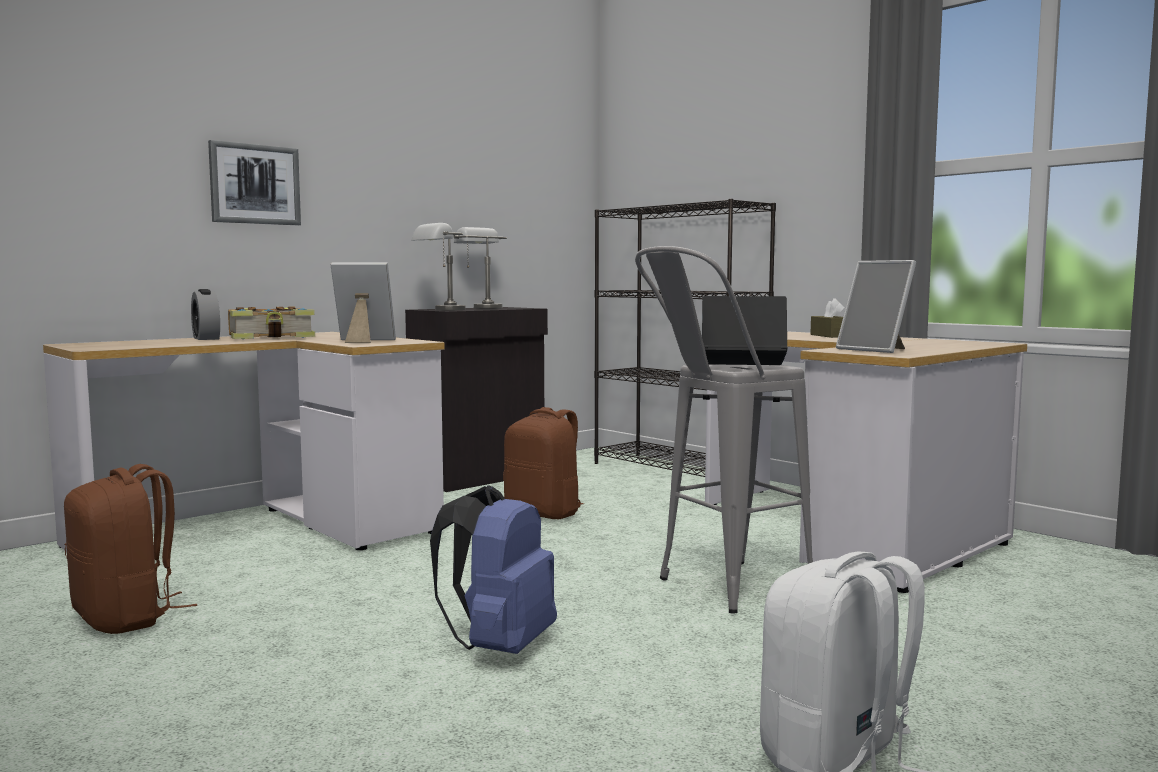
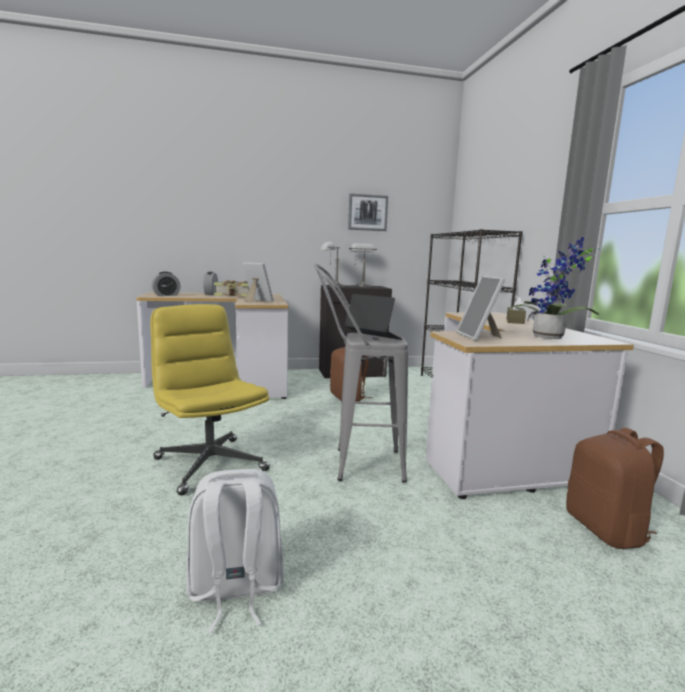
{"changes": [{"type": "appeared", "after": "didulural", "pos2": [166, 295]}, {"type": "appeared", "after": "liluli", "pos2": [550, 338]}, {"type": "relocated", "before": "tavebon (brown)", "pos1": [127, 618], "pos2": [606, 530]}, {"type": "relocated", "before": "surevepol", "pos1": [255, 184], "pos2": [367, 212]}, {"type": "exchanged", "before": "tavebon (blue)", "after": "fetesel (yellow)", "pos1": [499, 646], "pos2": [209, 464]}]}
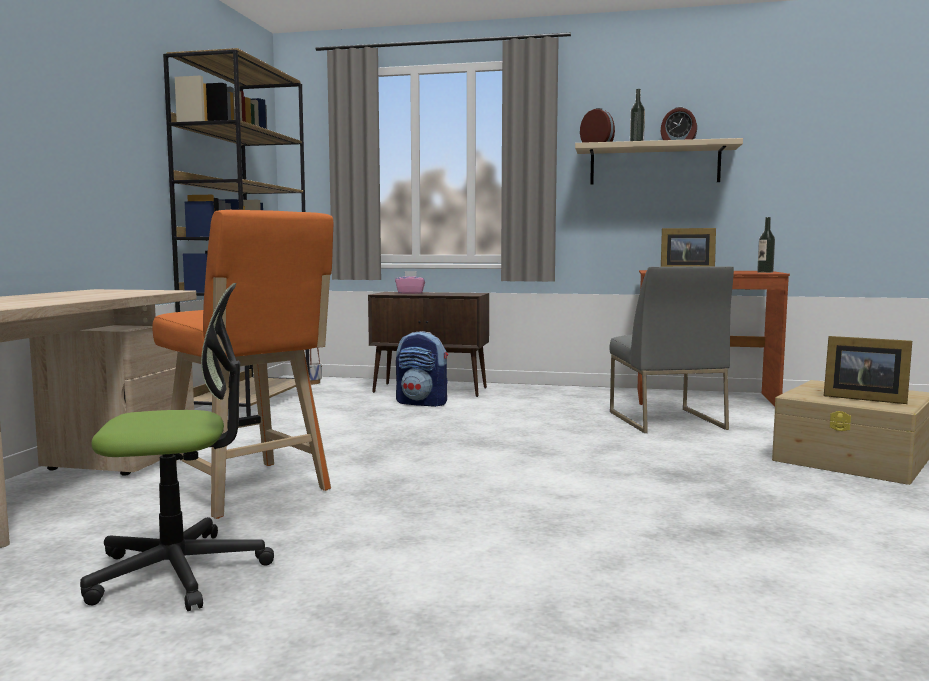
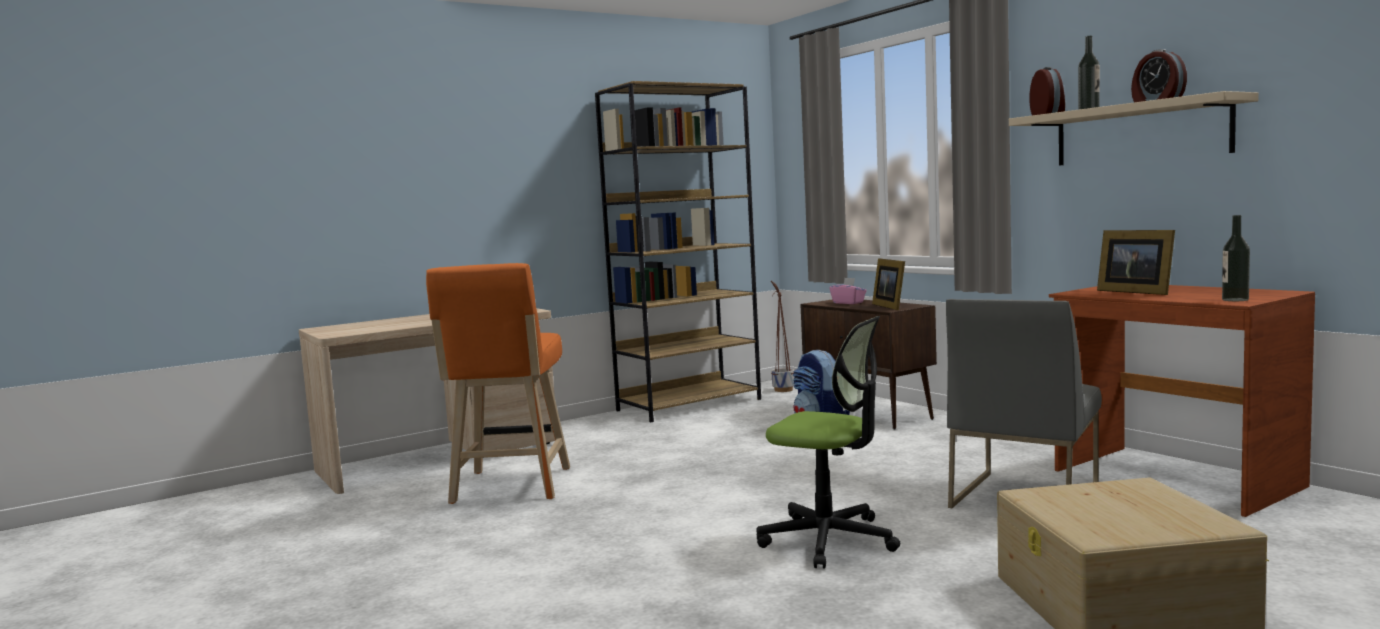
{"changes": [{"type": "relocated", "before": "fetesel", "pos1": [179, 571], "pos2": [829, 540]}, {"type": "relocated", "before": "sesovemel", "pos1": [862, 398], "pos2": [891, 306]}]}
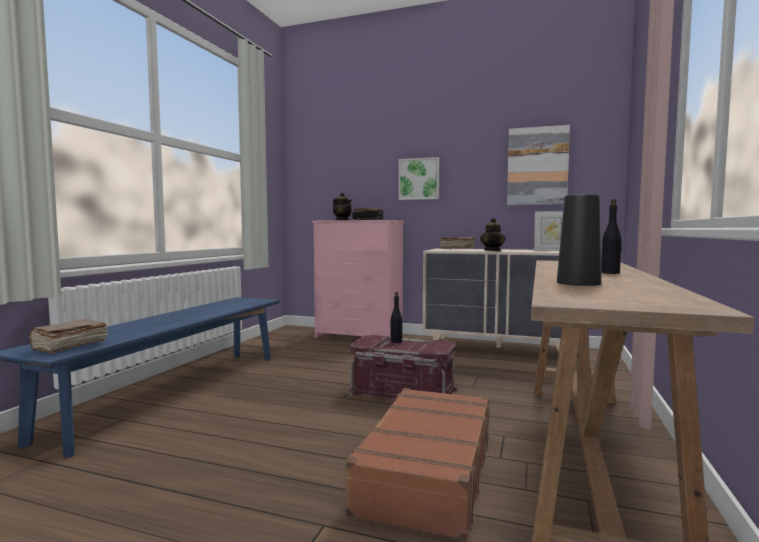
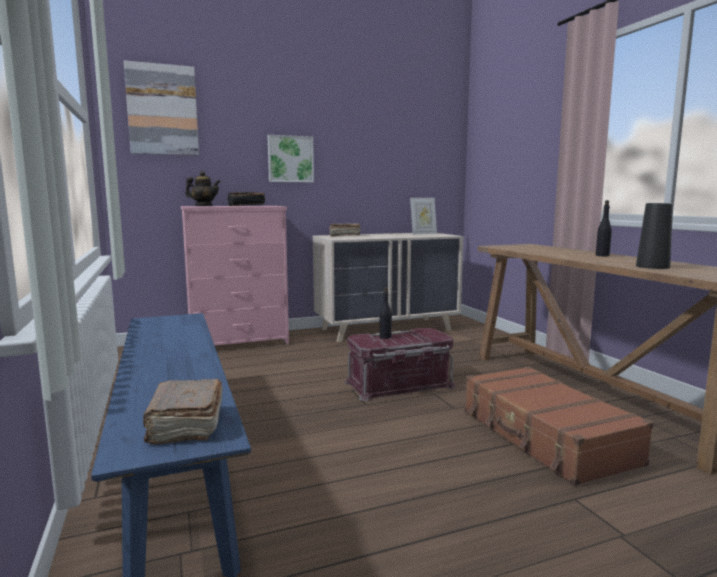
{"changes": [{"type": "missing", "before": "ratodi", "pos1": [492, 251]}, {"type": "relocated", "before": "surevepol", "pos1": [537, 166], "pos2": [162, 110]}]}
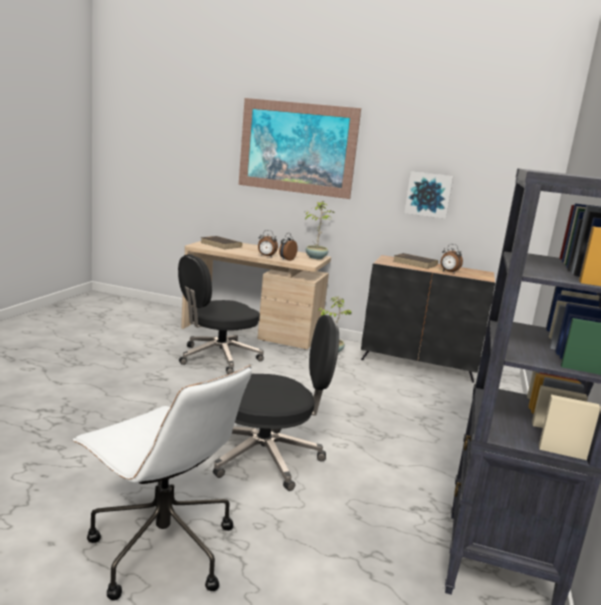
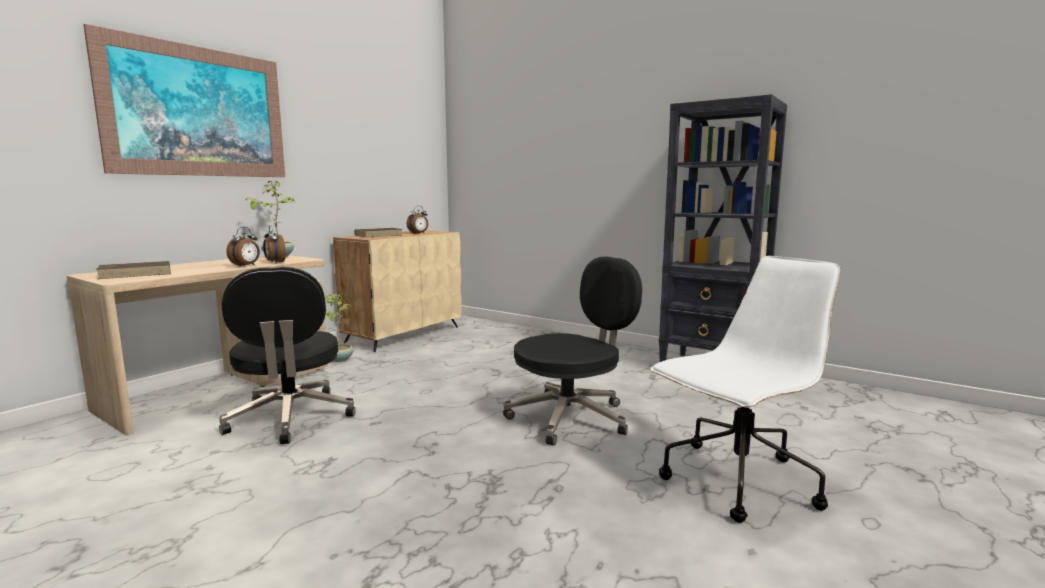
{"changes": [{"type": "missing", "before": "surevepol", "pos1": [428, 194]}, {"type": "colour", "before": "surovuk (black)", "after": "surovuk (beige)", "pos1": [419, 363], "pos2": [404, 334]}, {"type": "spun", "before": "fetesel (black)", "pos1": [268, 457], "pos2": [571, 417], "turn": 45}]}
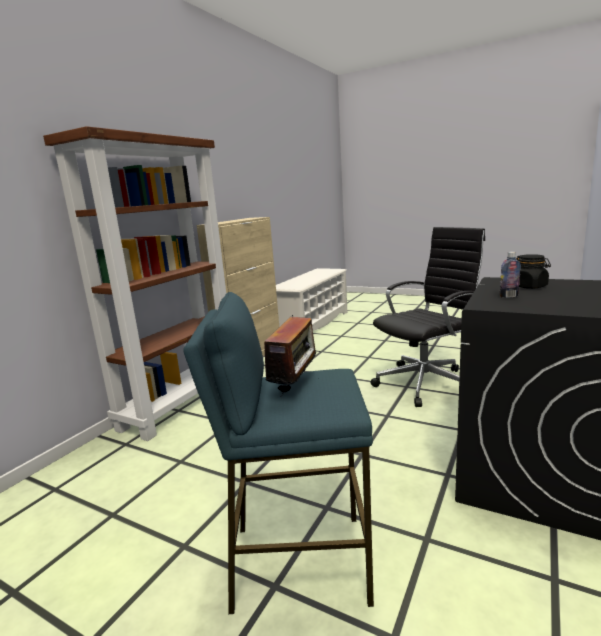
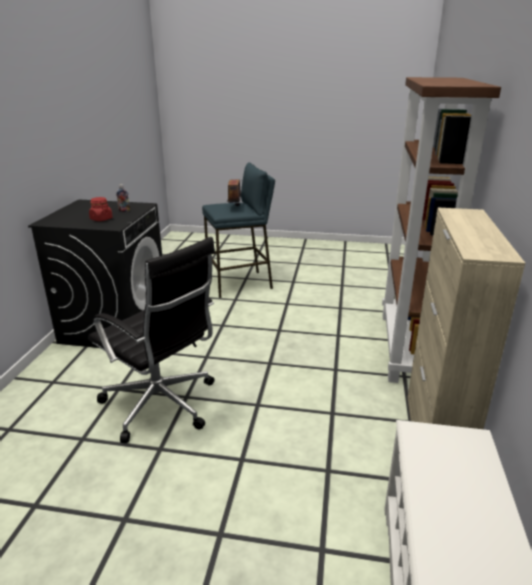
{"changes": [{"type": "colour", "before": "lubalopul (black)", "after": "lubalopul (red)", "pos1": [529, 286], "pos2": [101, 219]}, {"type": "spun", "before": "fetesel (black)", "pos1": [426, 383], "pos2": [161, 405], "turn": -90}]}
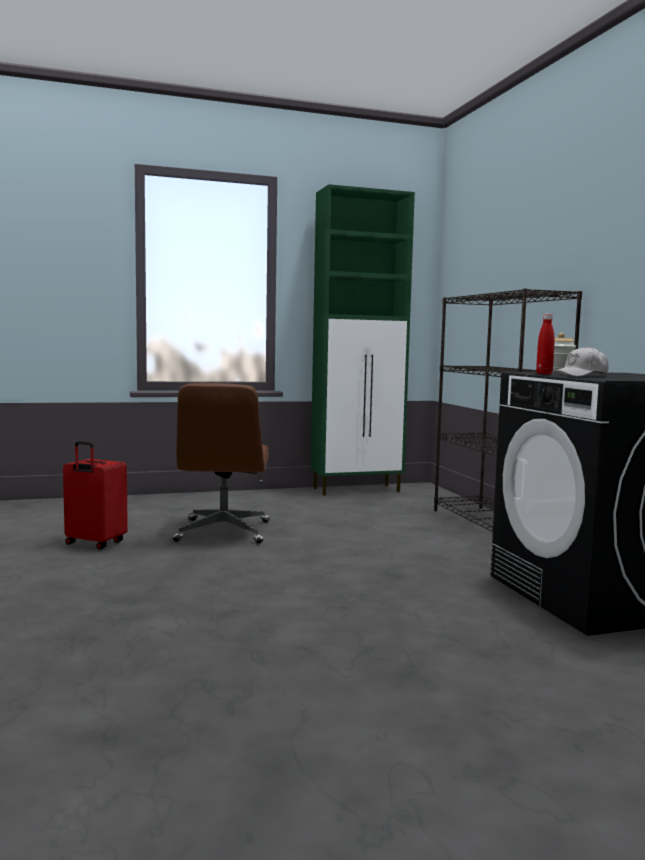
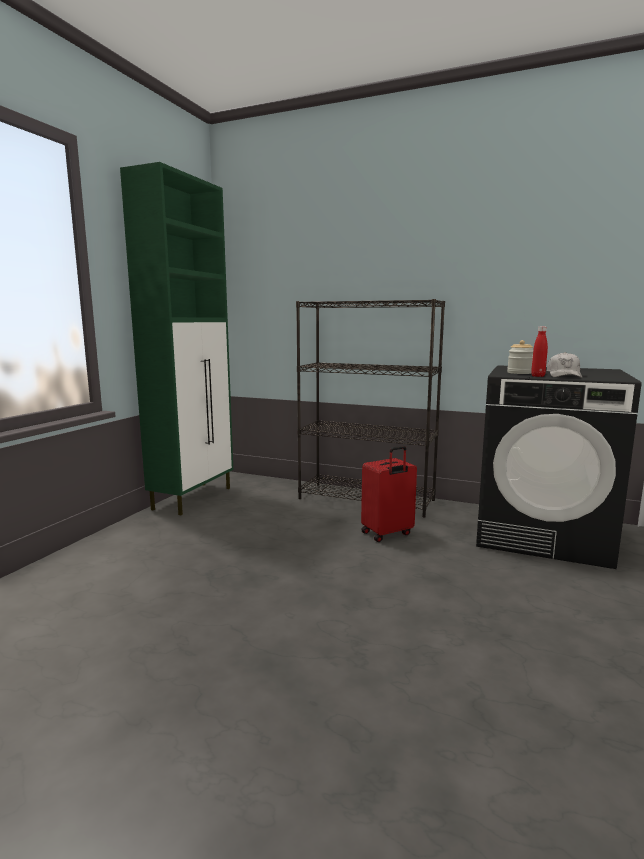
{"changes": [{"type": "missing", "before": "fetesel (brown)", "pos1": [223, 532]}, {"type": "relocated", "before": "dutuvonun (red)", "pos1": [94, 543], "pos2": [387, 534]}]}
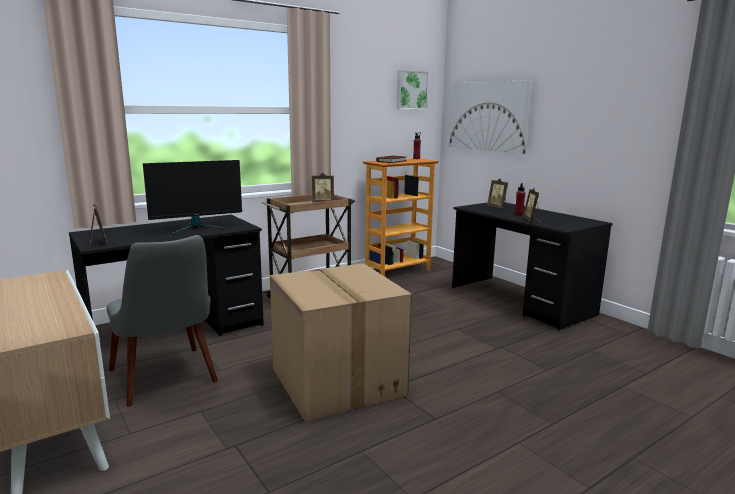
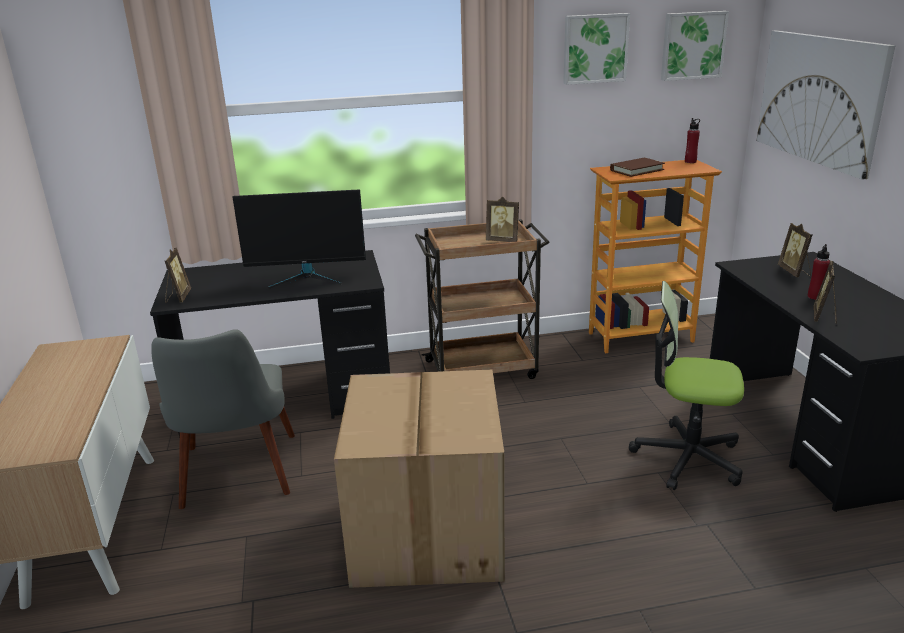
{"changes": [{"type": "appeared", "after": "surevepol", "pos2": [594, 48]}, {"type": "appeared", "after": "fetesel", "pos2": [687, 457]}]}
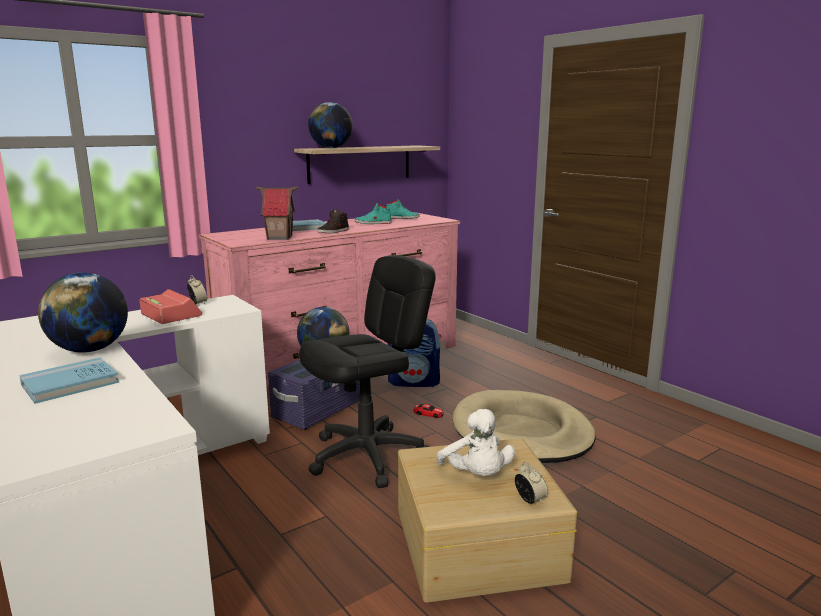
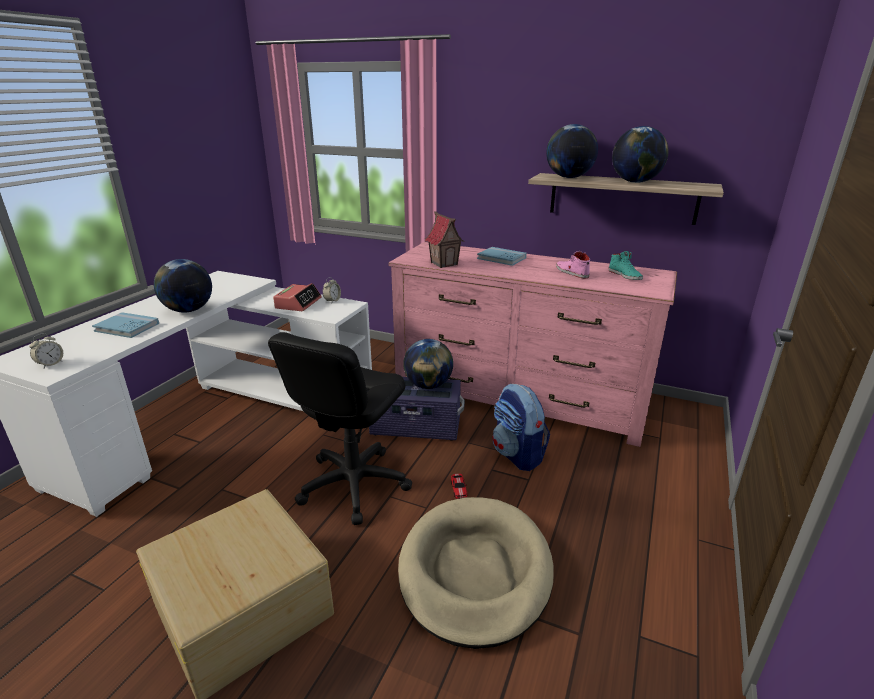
{"changes": [{"type": "missing", "before": "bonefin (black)", "pos1": [333, 231]}, {"type": "missing", "before": "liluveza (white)", "pos1": [476, 475]}, {"type": "appeared", "after": "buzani", "pos2": [635, 182]}, {"type": "relocated", "before": "didulural", "pos1": [529, 500], "pos2": [50, 364]}, {"type": "colour", "before": "bonefin (turquoise)", "after": "bonefin (pink)", "pos1": [373, 223], "pos2": [571, 272]}, {"type": "spun", "before": "fetesel (black)", "pos1": [367, 456], "pos2": [353, 484], "turn": 90}]}
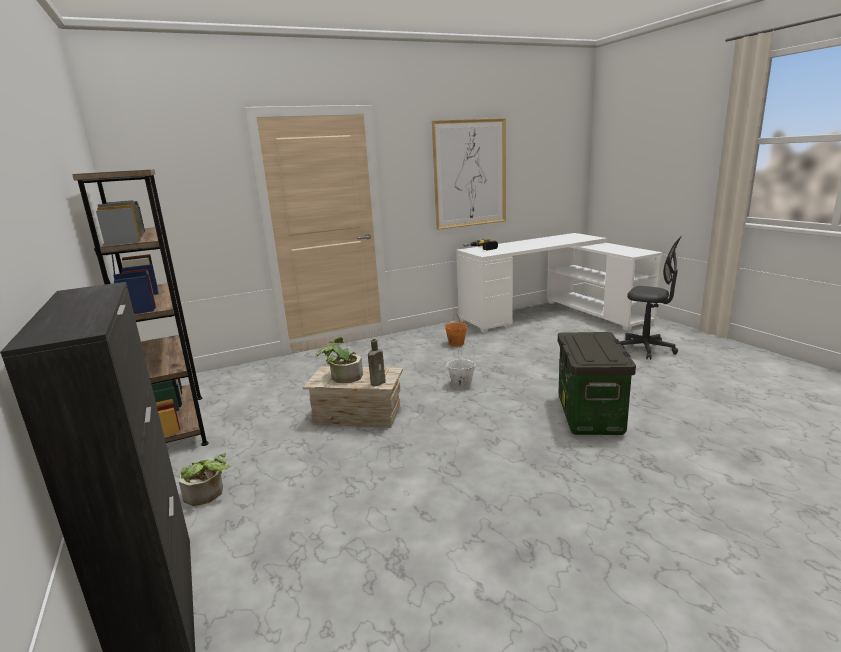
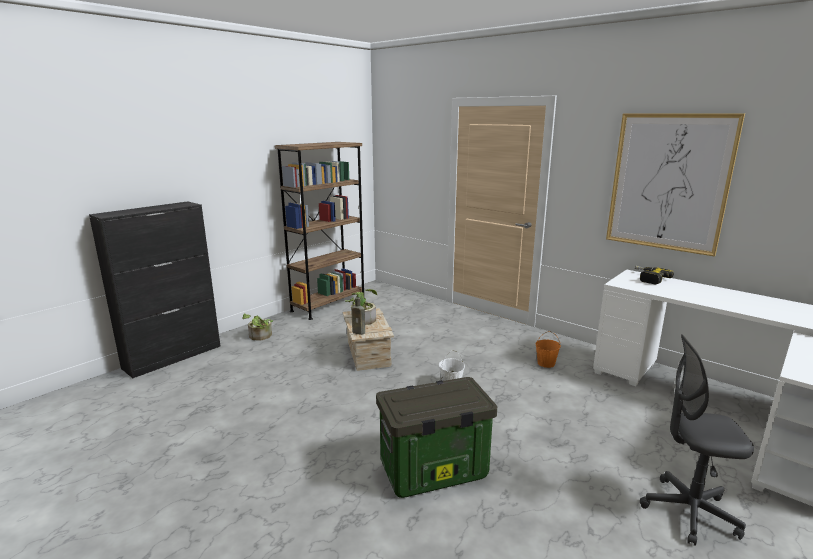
{"changes": [{"type": "spun", "before": "fetesel (grey)", "pos1": [646, 349], "pos2": [689, 512], "turn": 90}]}
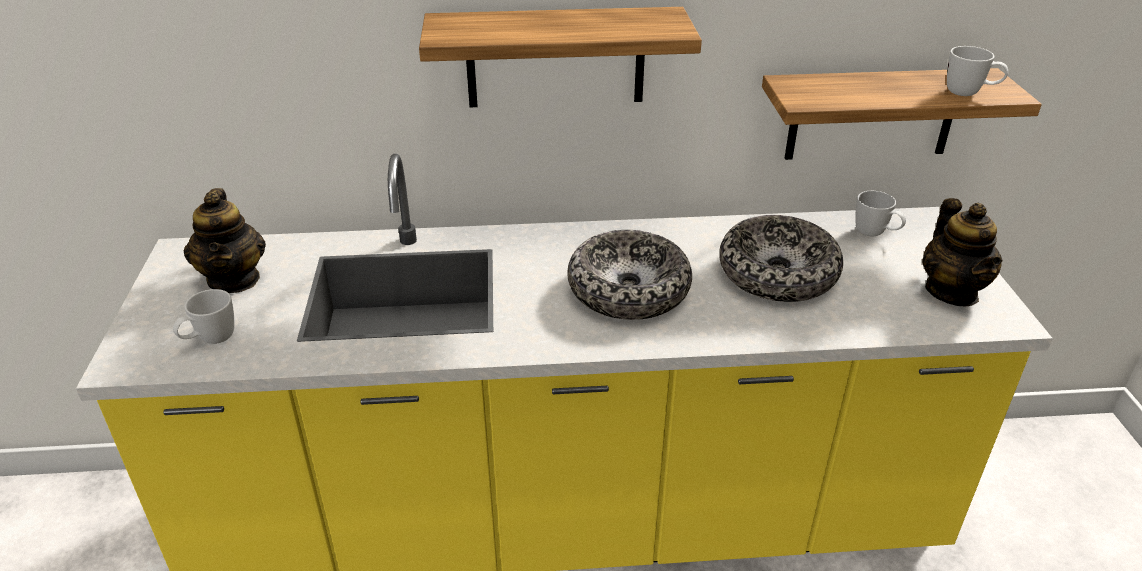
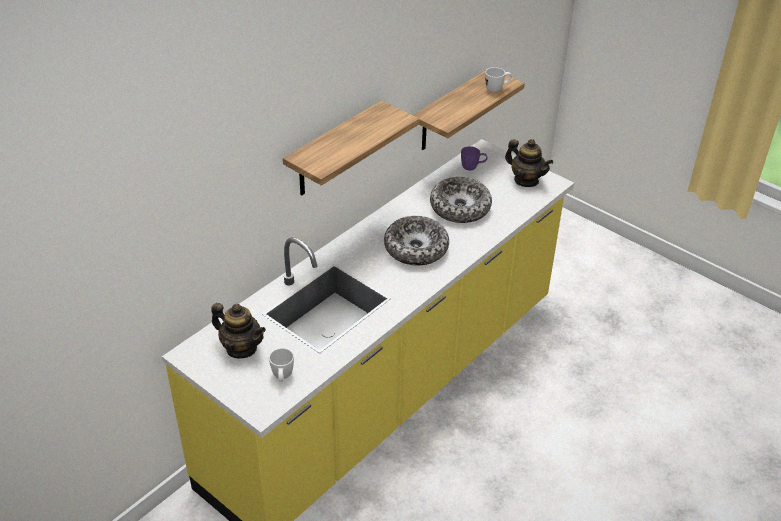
{"changes": [{"type": "colour", "before": "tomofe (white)", "after": "tomofe (purple)", "pos1": [875, 234], "pos2": [473, 167]}]}
